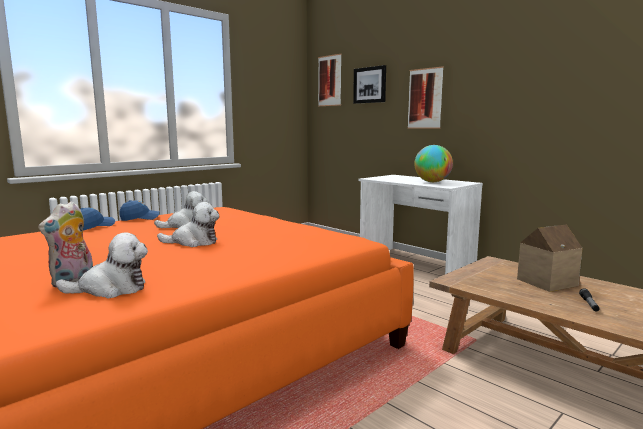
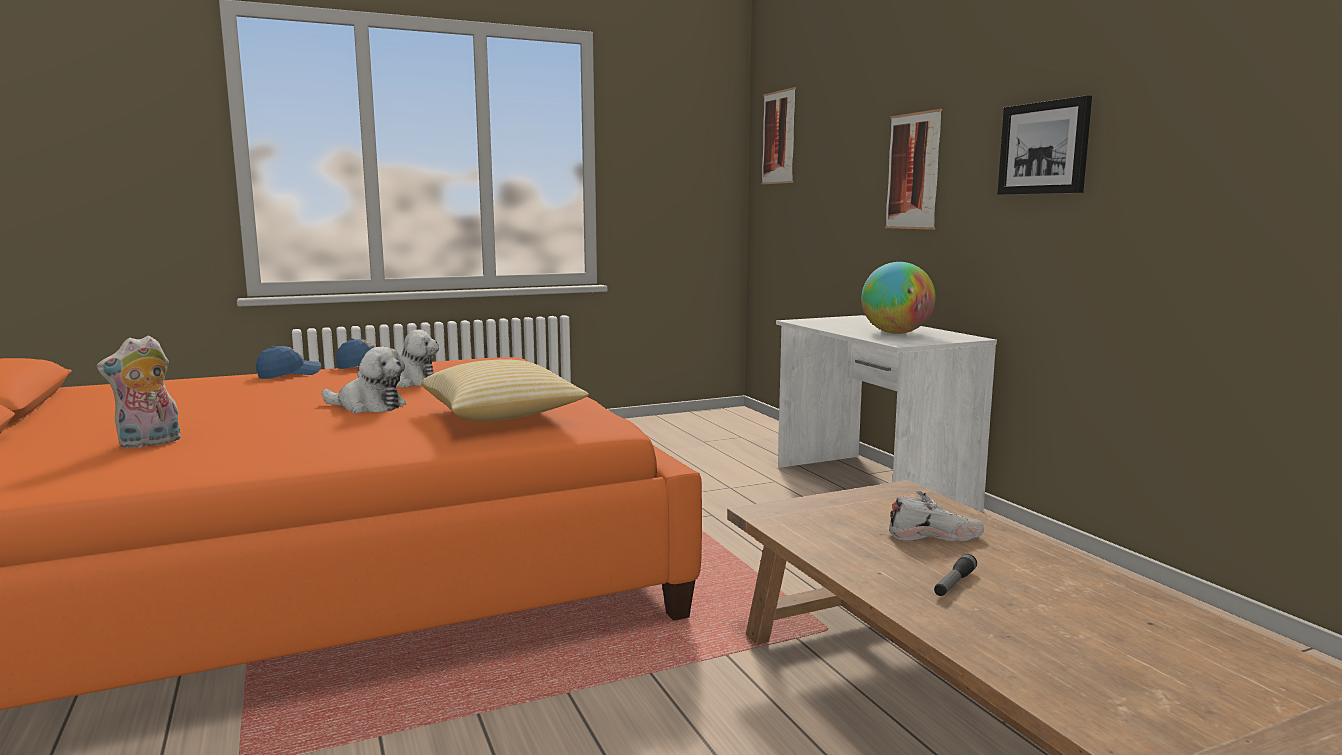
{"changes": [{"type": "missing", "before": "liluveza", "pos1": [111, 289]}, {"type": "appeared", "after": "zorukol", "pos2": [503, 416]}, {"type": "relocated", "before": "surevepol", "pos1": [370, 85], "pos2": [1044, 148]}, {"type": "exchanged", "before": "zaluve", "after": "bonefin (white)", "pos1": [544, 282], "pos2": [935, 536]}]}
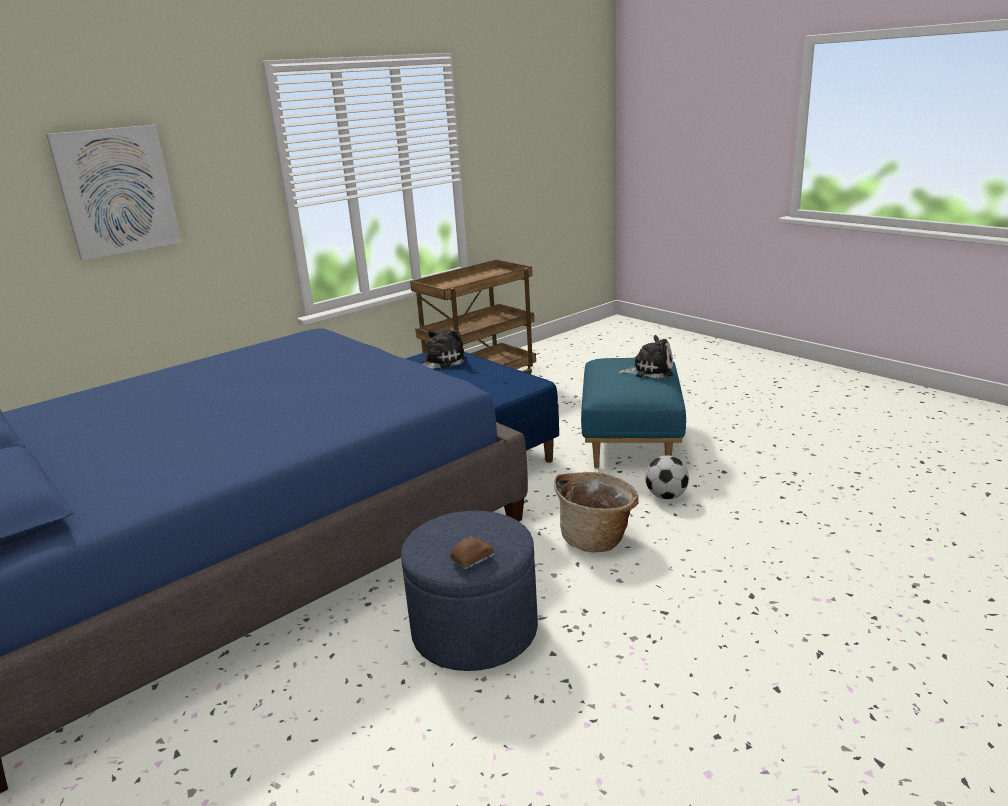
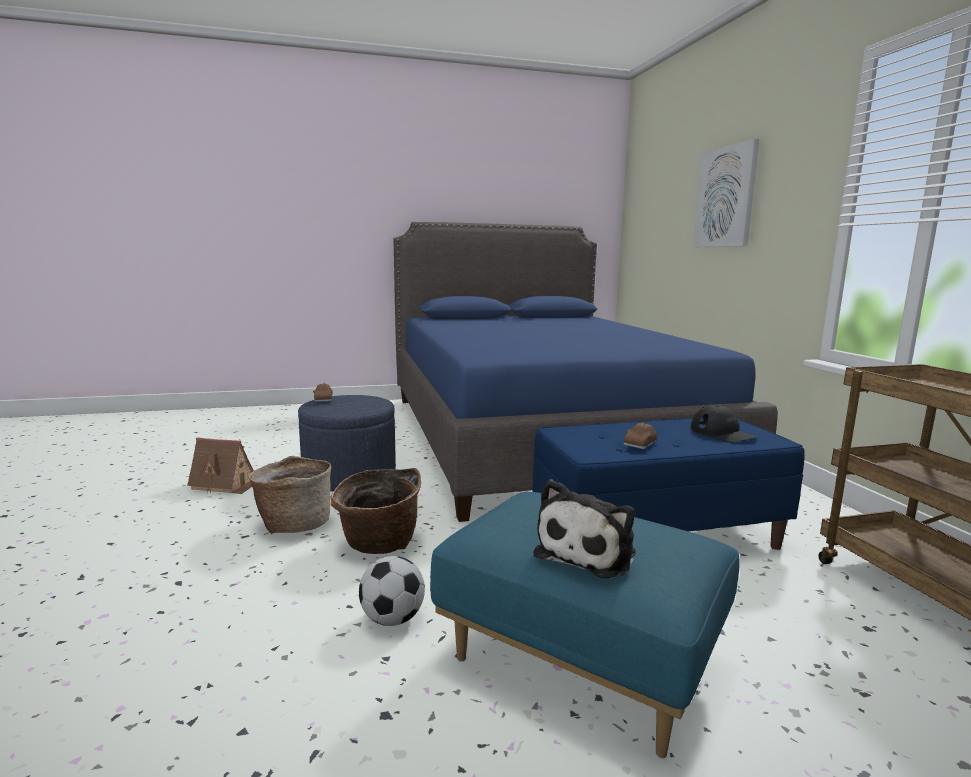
{"changes": [{"type": "appeared", "after": "zaluve", "pos2": [225, 484]}, {"type": "appeared", "after": "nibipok", "pos2": [294, 524]}, {"type": "appeared", "after": "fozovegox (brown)", "pos2": [640, 445]}, {"type": "exchanged", "before": "liluveza", "after": "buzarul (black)", "pos1": [441, 362], "pos2": [722, 433]}]}
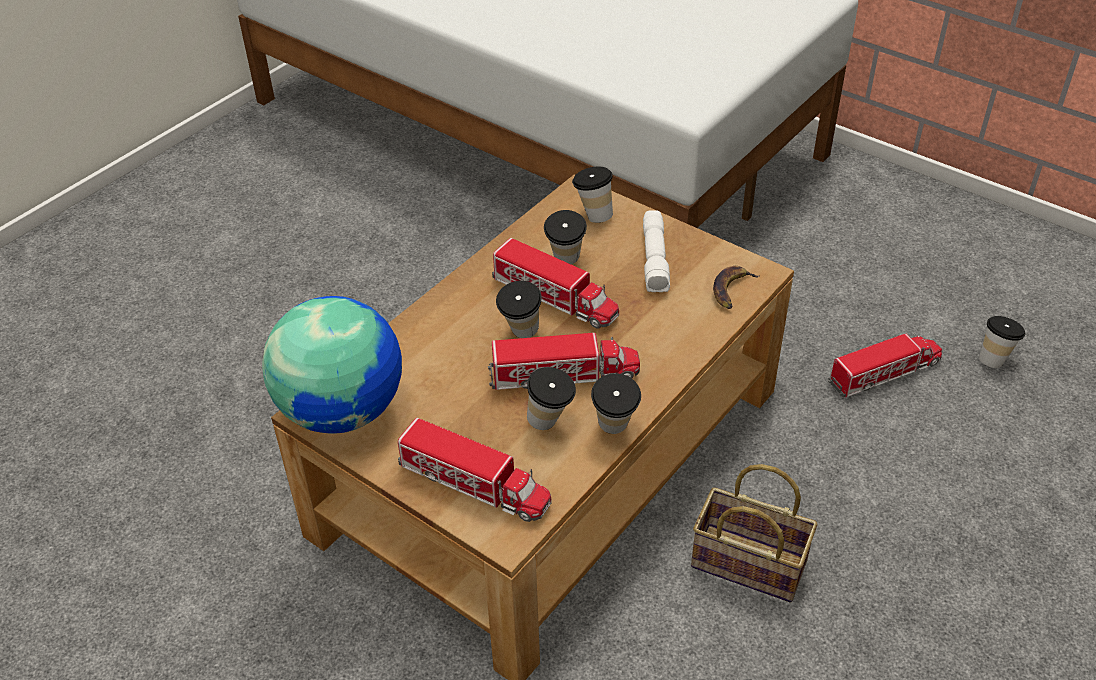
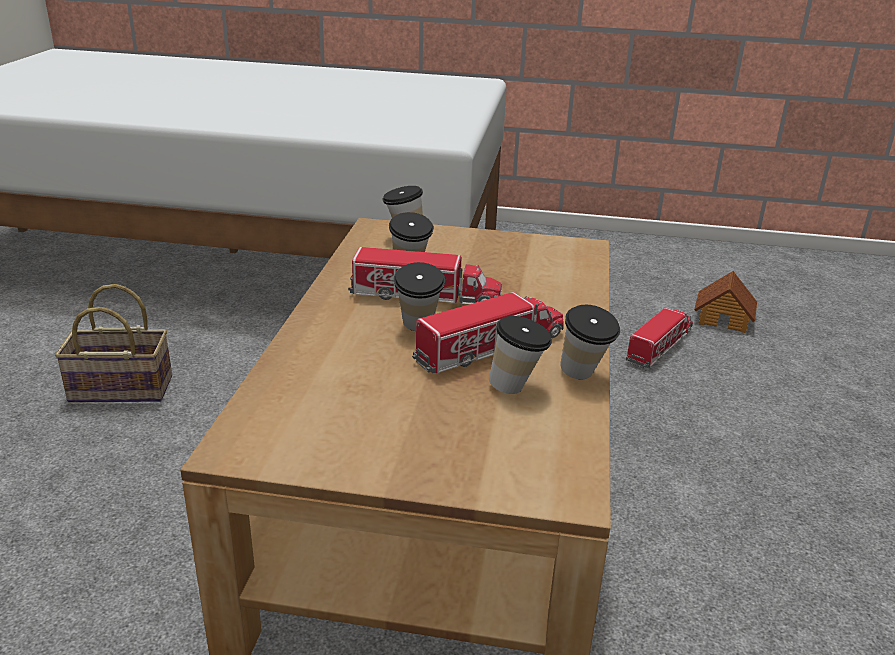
{"changes": [{"type": "missing", "before": "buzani", "pos1": [343, 410]}, {"type": "missing", "before": "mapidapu", "pos1": [474, 484]}, {"type": "missing", "before": "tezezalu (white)", "pos1": [655, 260]}, {"type": "missing", "before": "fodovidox", "pos1": [732, 290]}, {"type": "relocated", "before": "nibipok", "pos1": [745, 564], "pos2": [118, 390]}, {"type": "exchanged", "before": "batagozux", "after": "zaluve", "pos1": [994, 359], "pos2": [723, 318]}]}
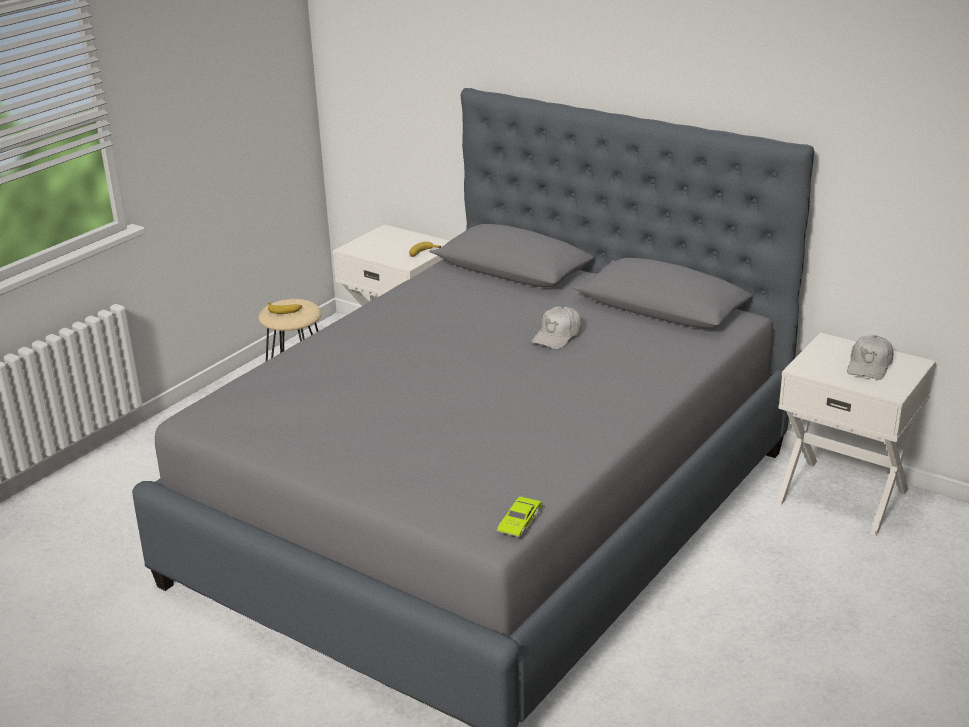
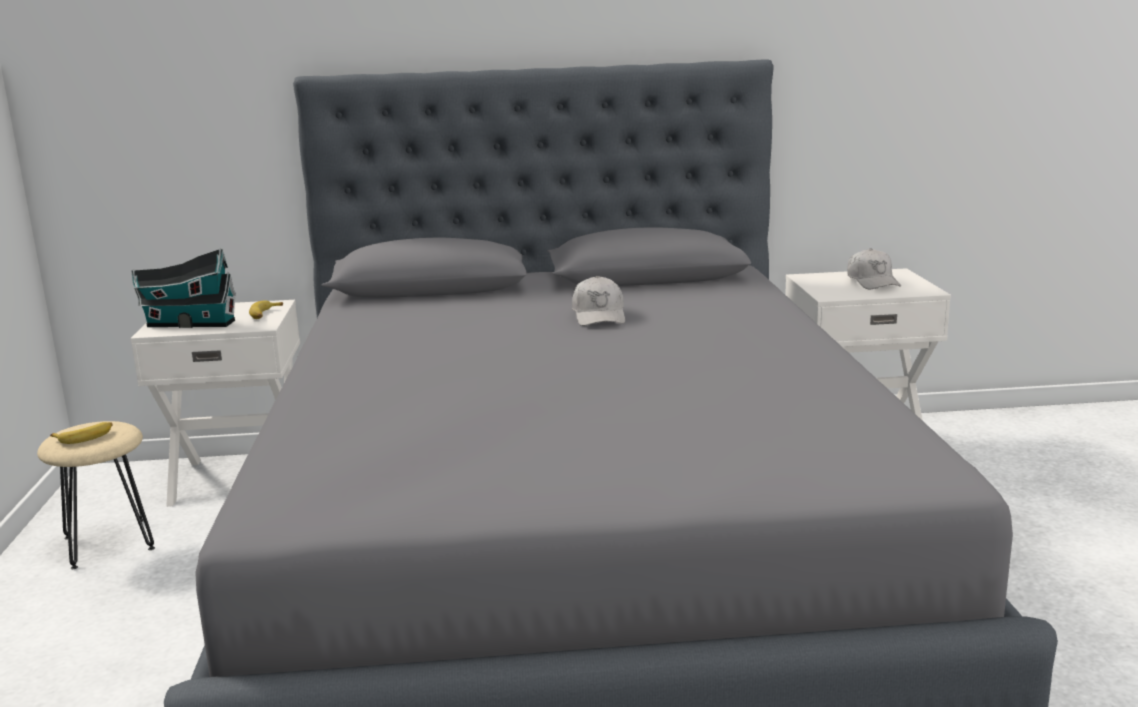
{"changes": [{"type": "missing", "before": "fozovegox (green)", "pos1": [519, 522]}, {"type": "appeared", "after": "zaluve", "pos2": [188, 323]}]}
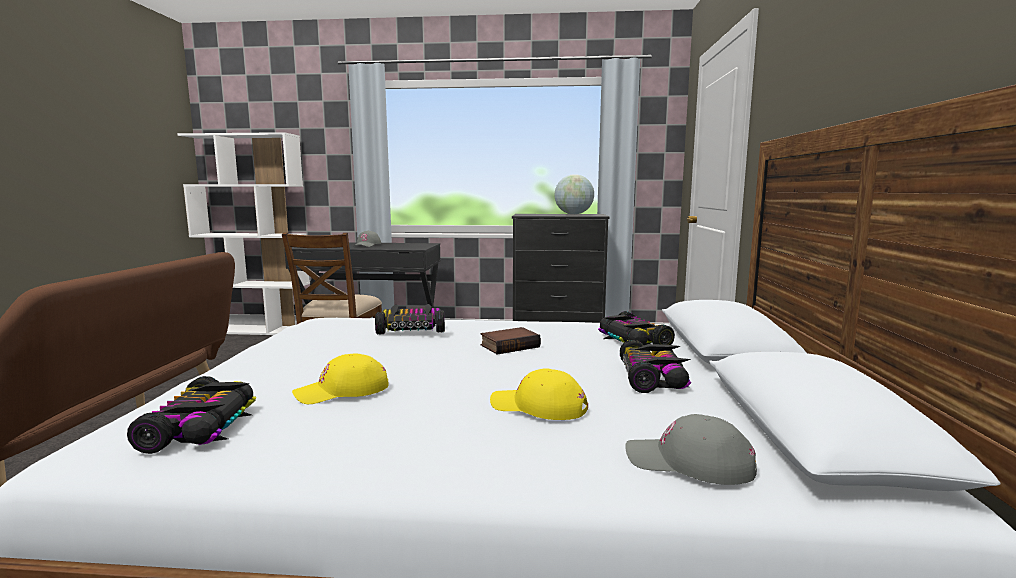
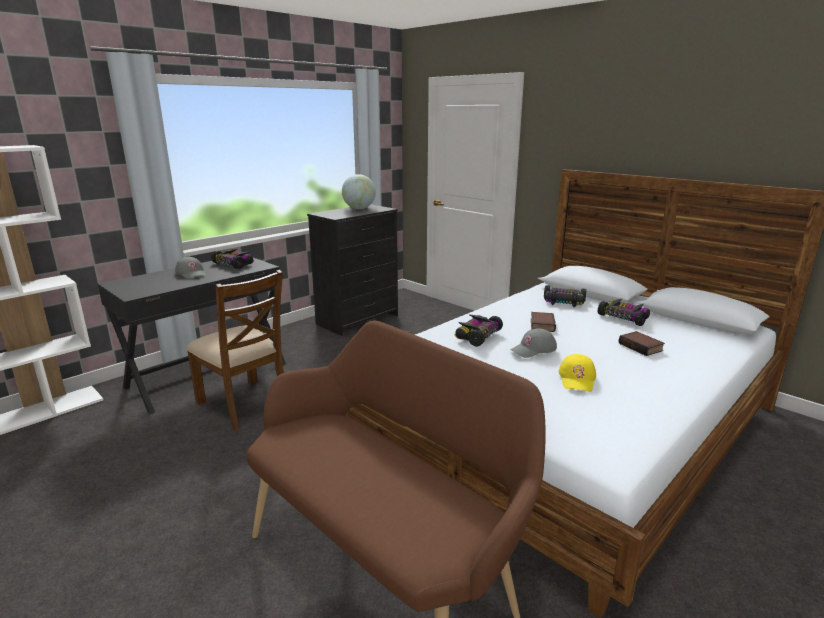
{"changes": [{"type": "relocated", "before": "fozovegox", "pos1": [203, 427], "pos2": [234, 264]}, {"type": "relocated", "before": "buzarul (grey)", "pos1": [689, 463], "pos2": [533, 349]}, {"type": "exchanged", "before": "buzarul (yellow)", "after": "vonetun", "pos1": [538, 407], "pos2": [641, 347]}]}
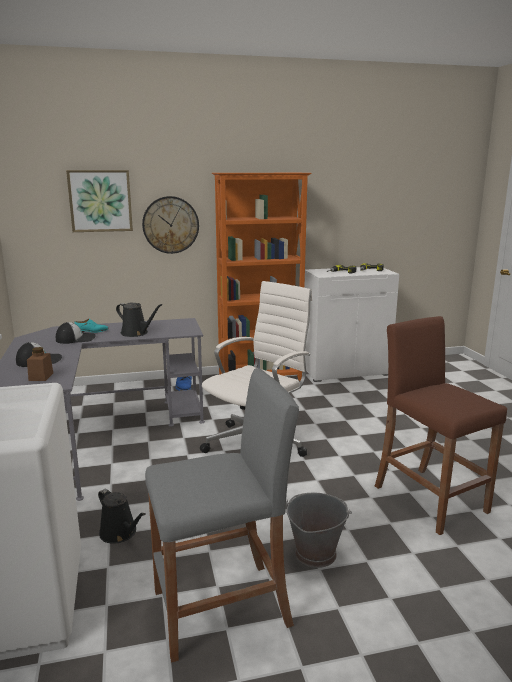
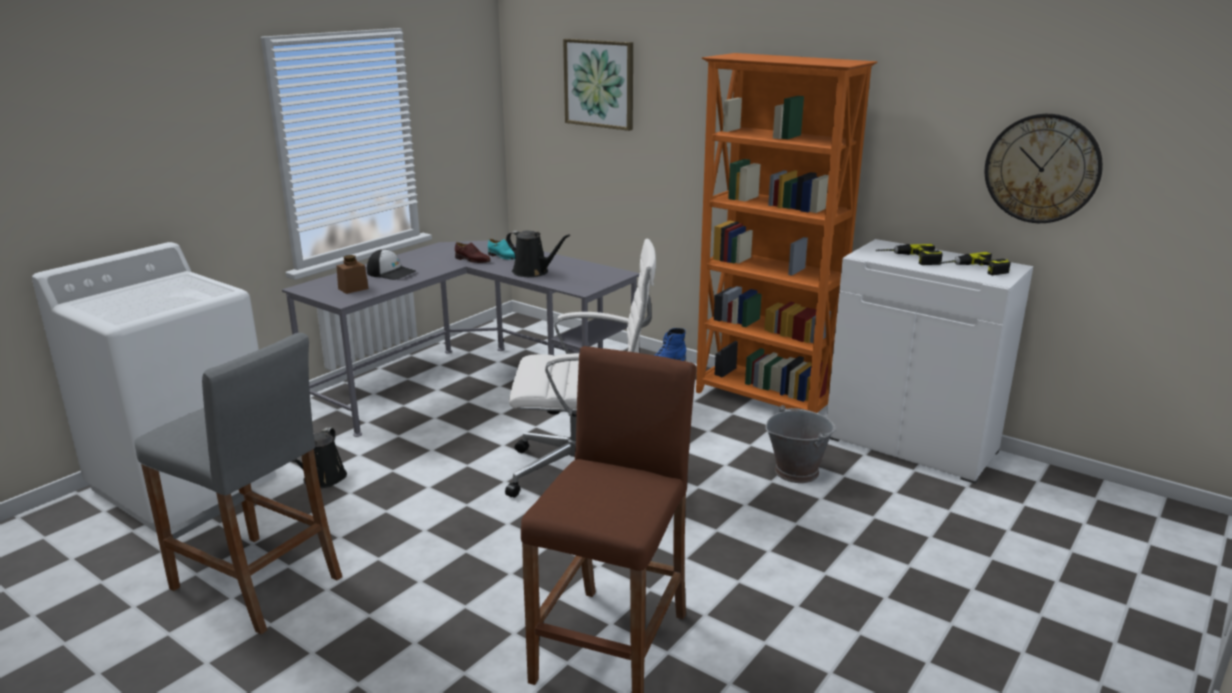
{"changes": [{"type": "relocated", "before": "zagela", "pos1": [170, 225], "pos2": [1042, 168]}, {"type": "relocated", "before": "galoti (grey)", "pos1": [315, 553], "pos2": [796, 471]}, {"type": "exchanged", "before": "buzarul", "after": "bonefin (brown)", "pos1": [76, 339], "pos2": [472, 260]}, {"type": "spun", "before": "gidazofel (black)", "pos1": [136, 333], "pos2": [533, 272], "turn": -45}]}
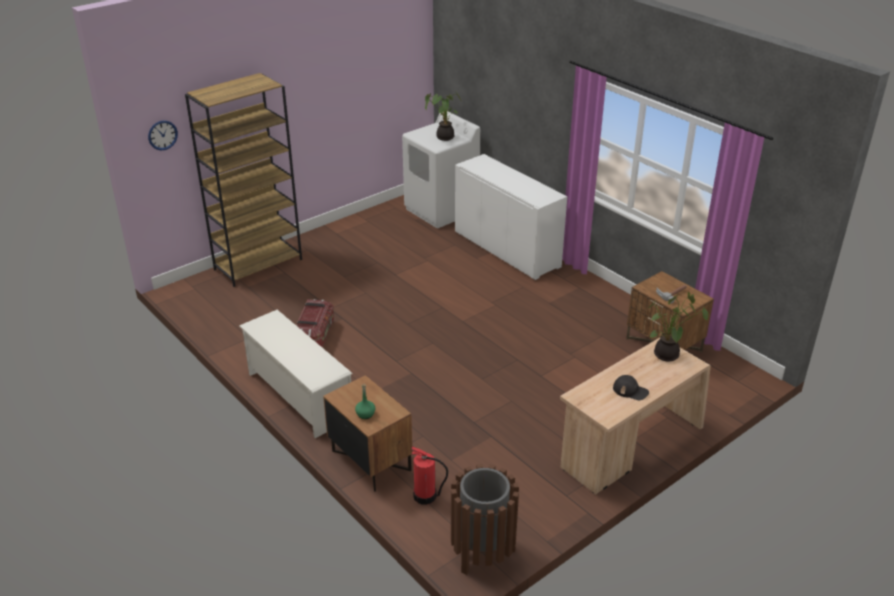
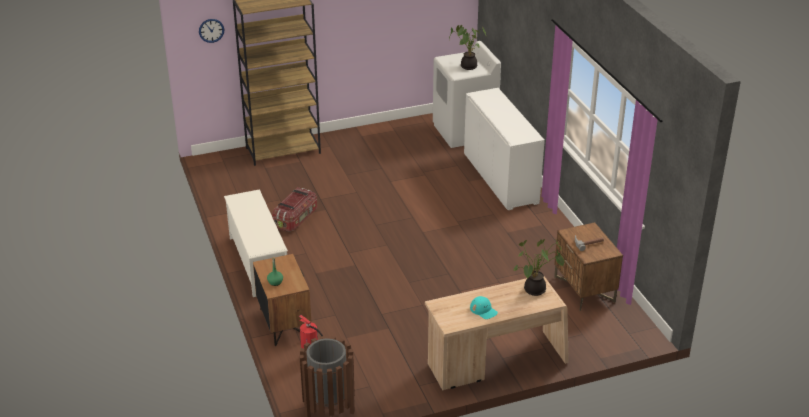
{"changes": [{"type": "colour", "before": "buzarul (black)", "after": "buzarul (turquoise)", "pos1": [630, 390], "pos2": [483, 310]}]}
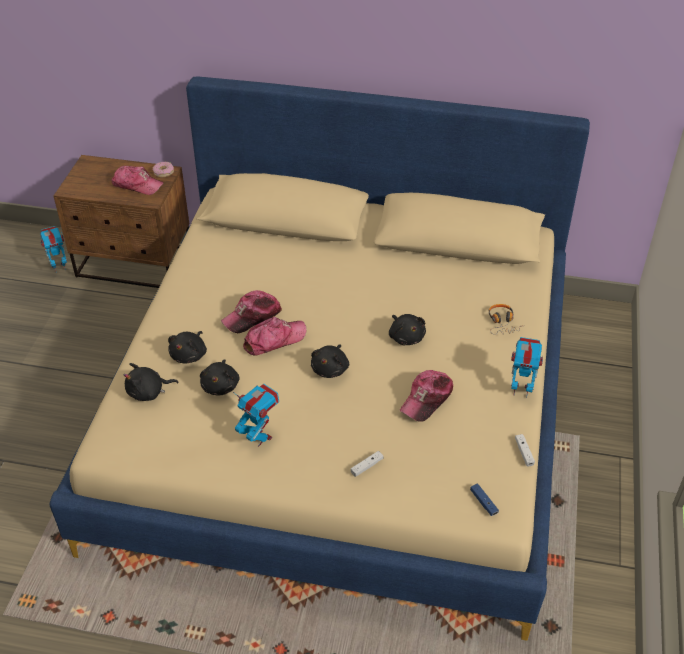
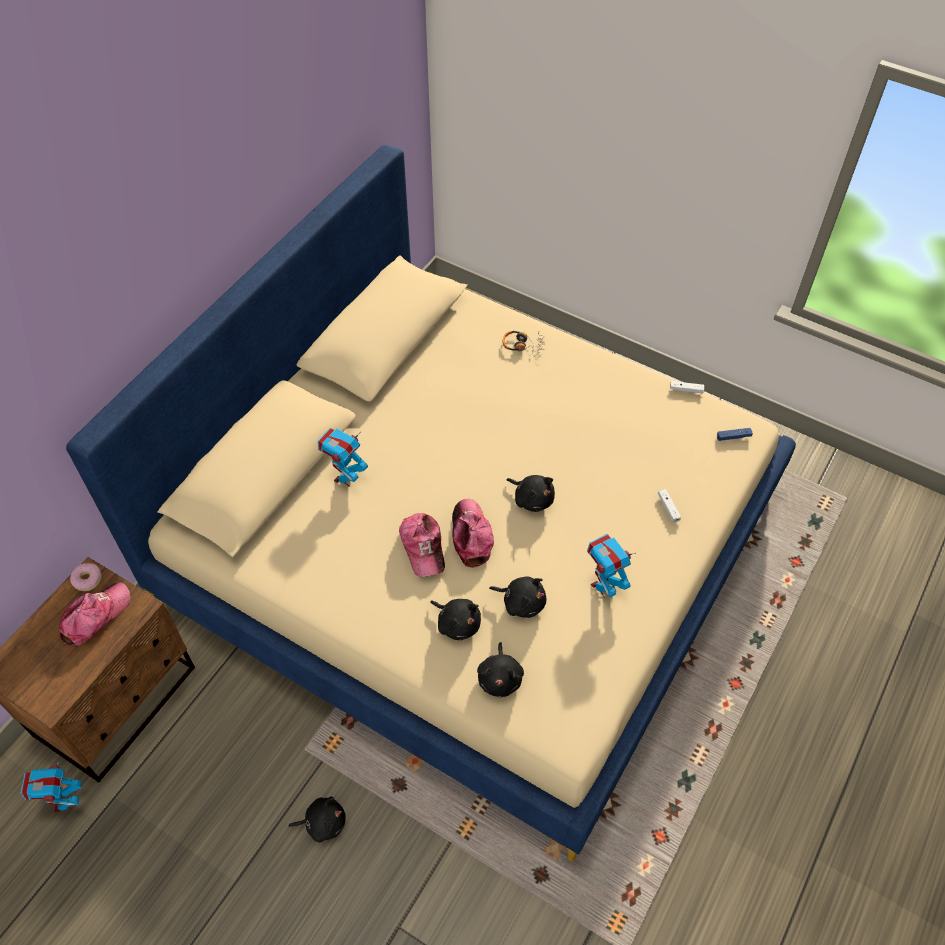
{"changes": [{"type": "missing", "before": "buzarul", "pos1": [427, 399]}, {"type": "relocated", "before": "liluveza (black)", "pos1": [406, 337], "pos2": [323, 823]}, {"type": "relocated", "before": "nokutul", "pos1": [520, 390], "pos2": [346, 477]}]}
